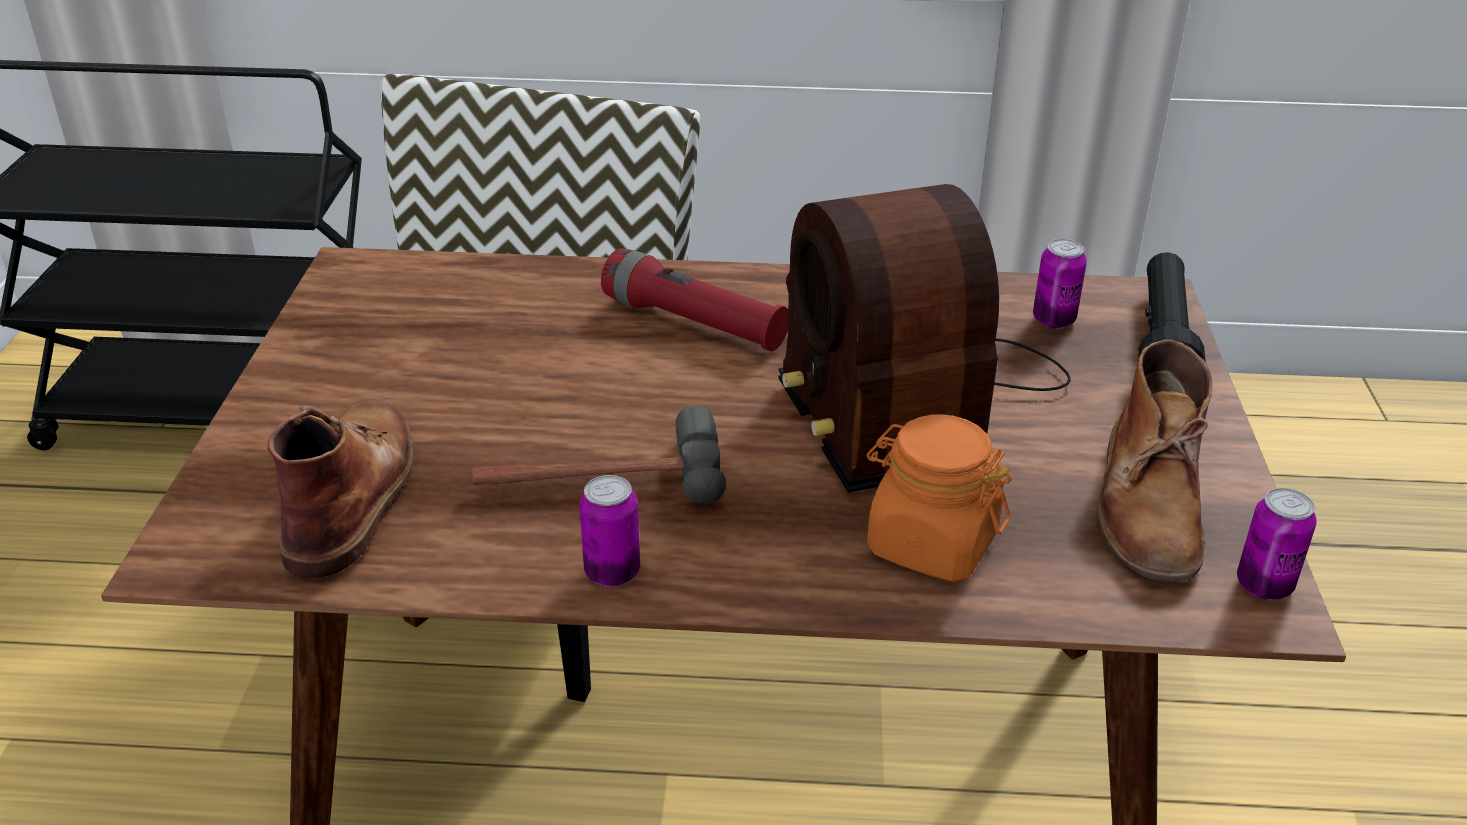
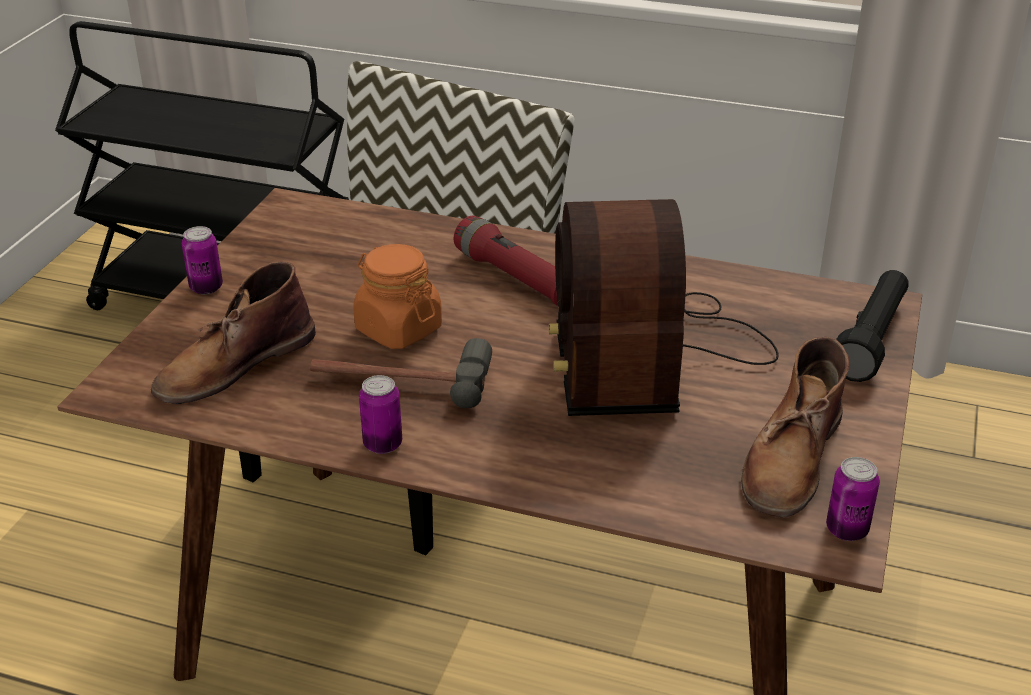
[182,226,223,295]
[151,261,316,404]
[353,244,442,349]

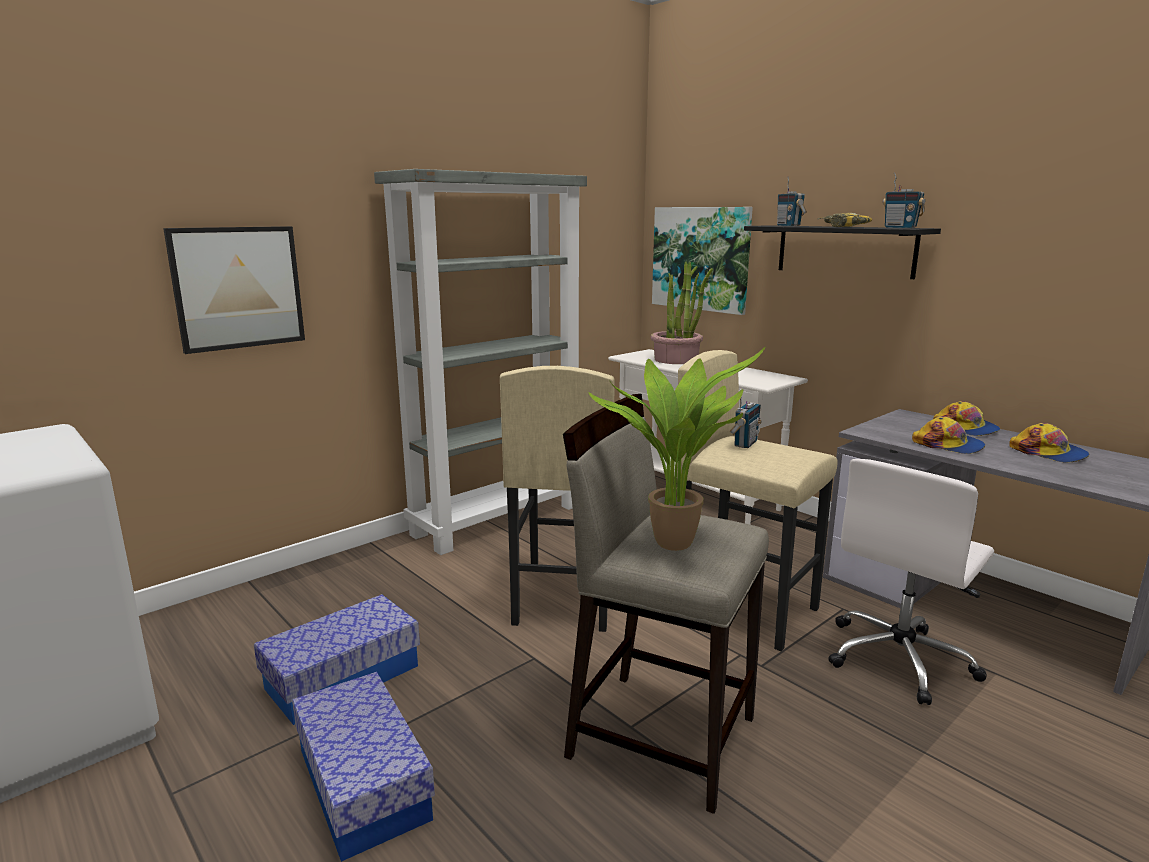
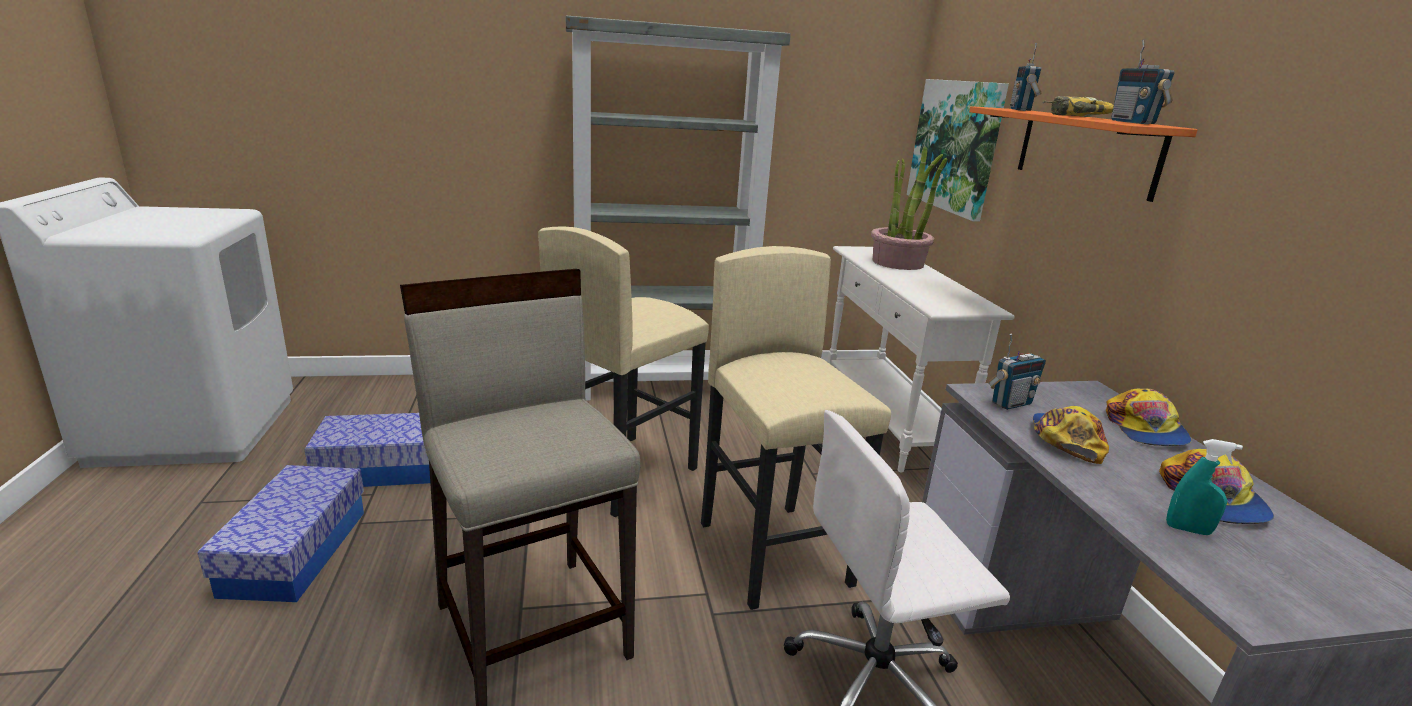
[969,106,1198,202]
[163,226,305,354] (first image)
[588,346,766,551] (first image)
[988,333,1046,410]
[1033,406,1109,464]
[1166,439,1243,535]

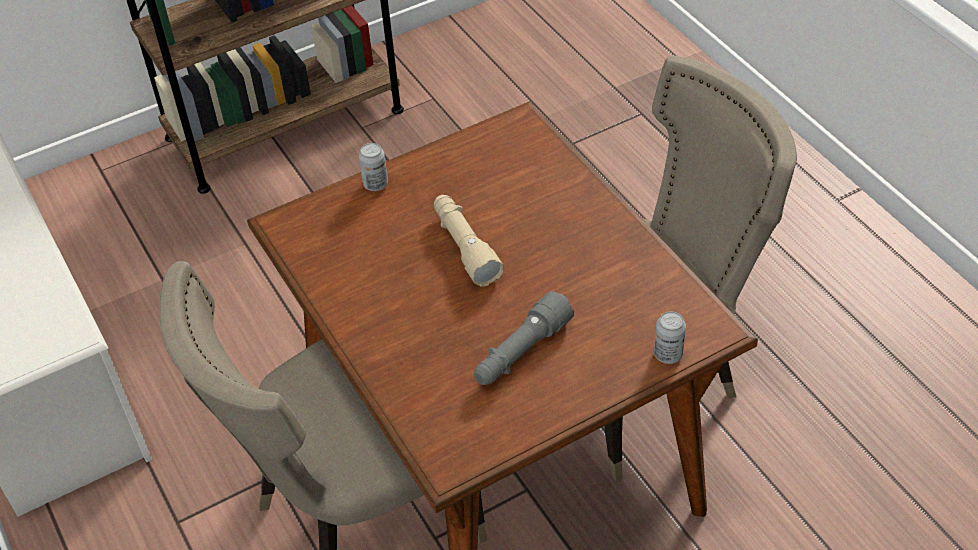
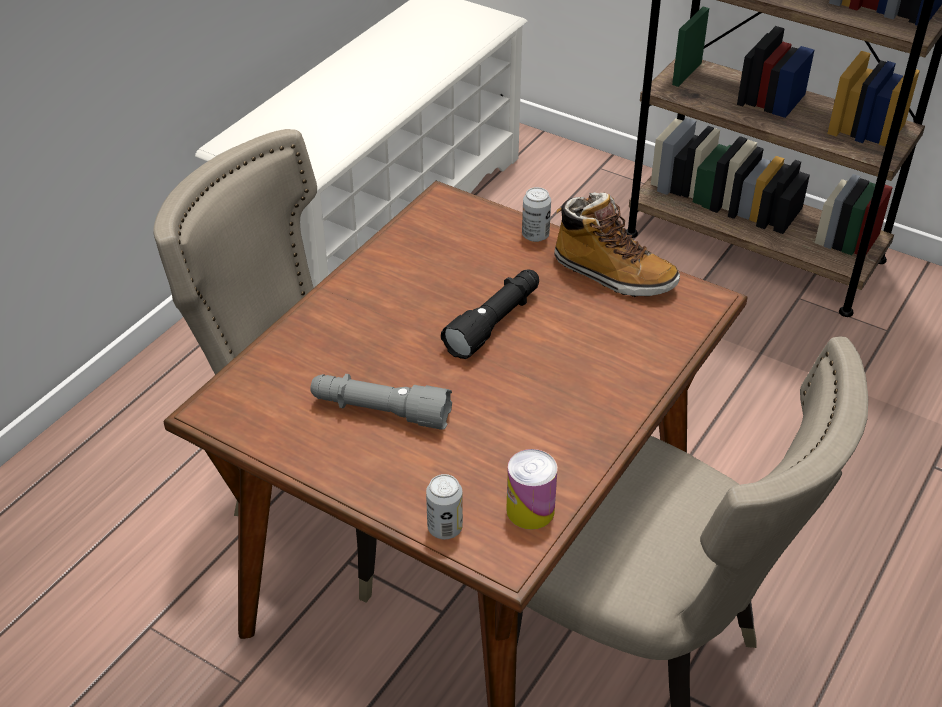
[441,269,539,359]
[554,192,680,297]
[506,449,558,530]

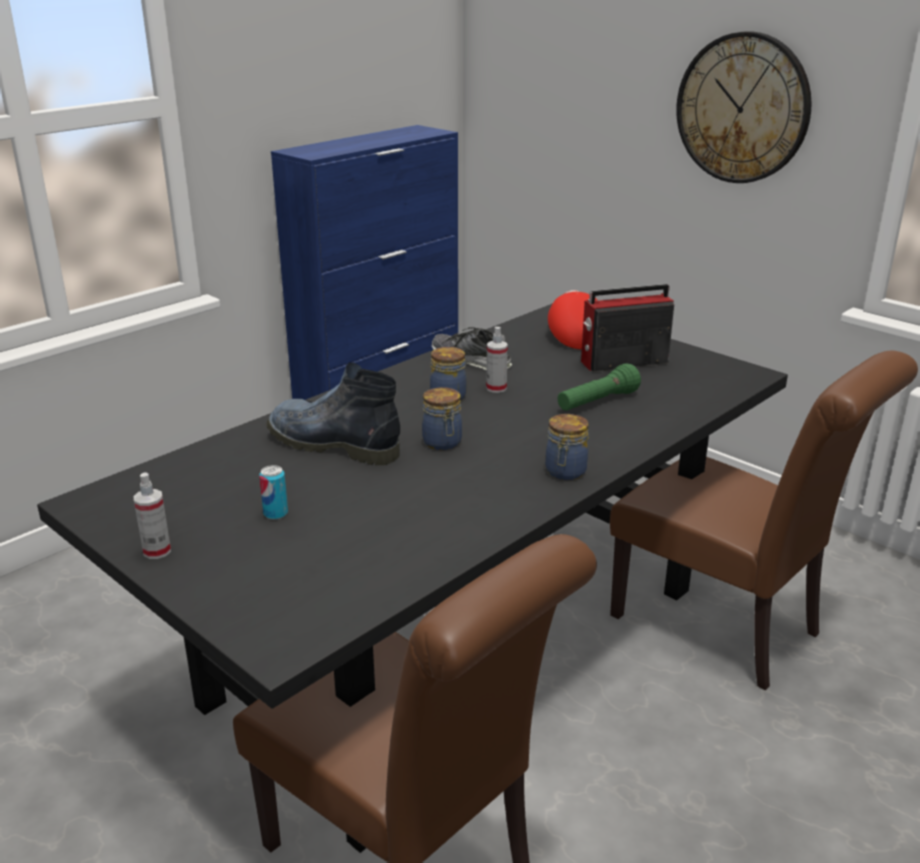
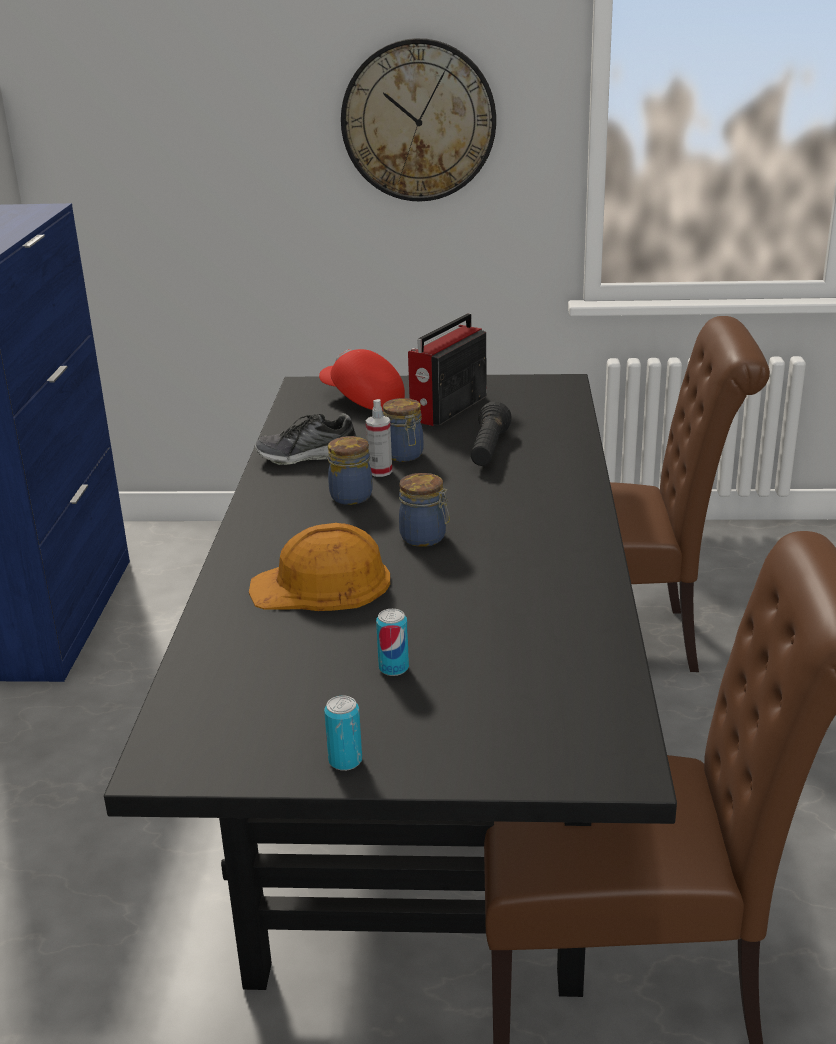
[249,523,390,611]
[471,402,512,466]
[383,398,423,462]
[324,696,362,771]

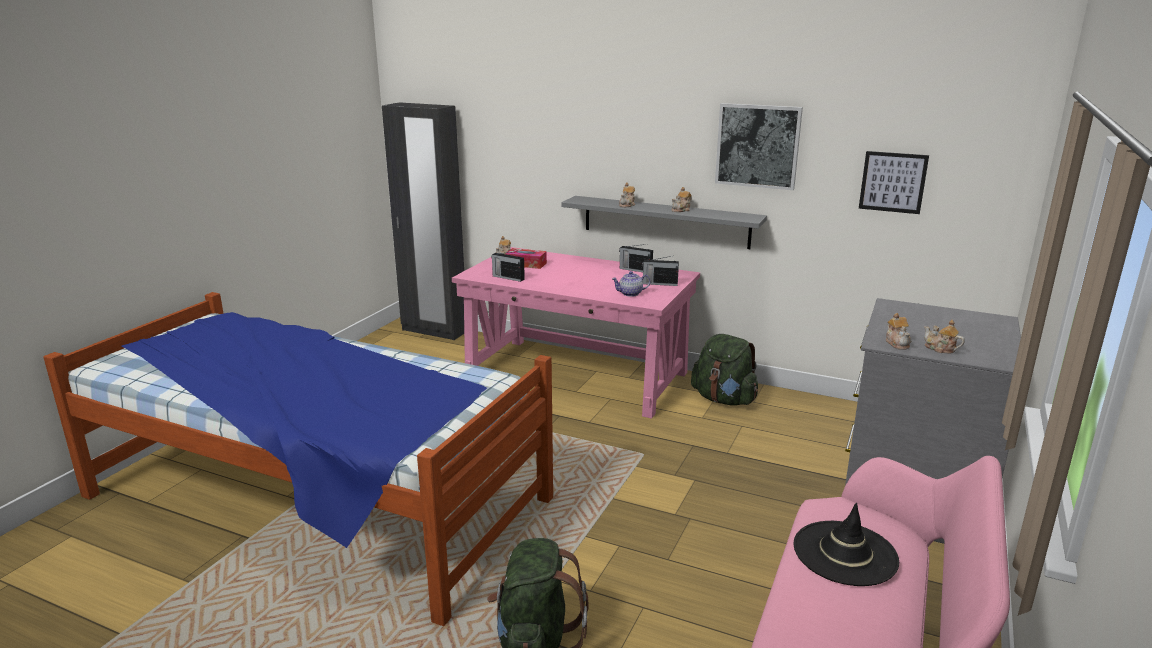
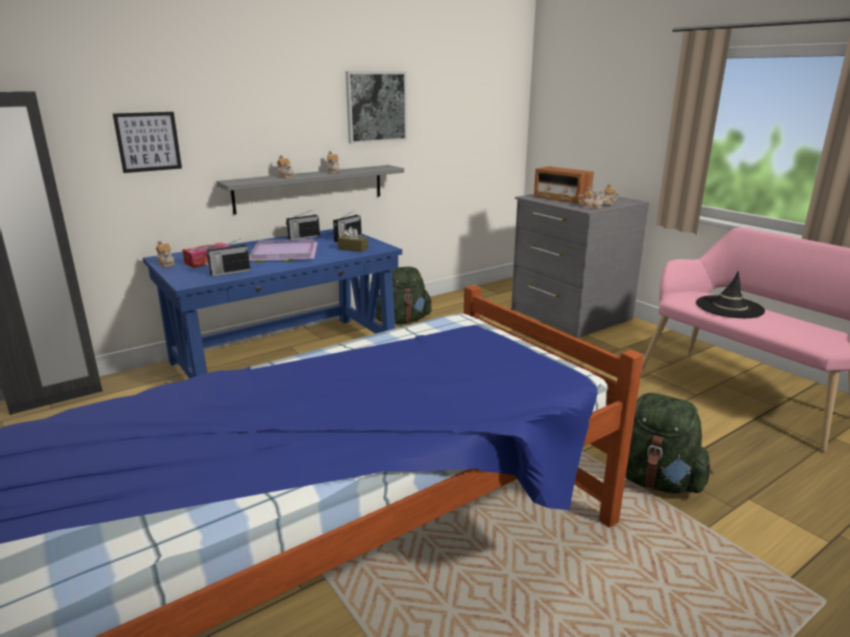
[113,112,182,173]
[143,229,402,379]
[337,227,368,252]
[534,166,594,204]
[249,239,318,262]

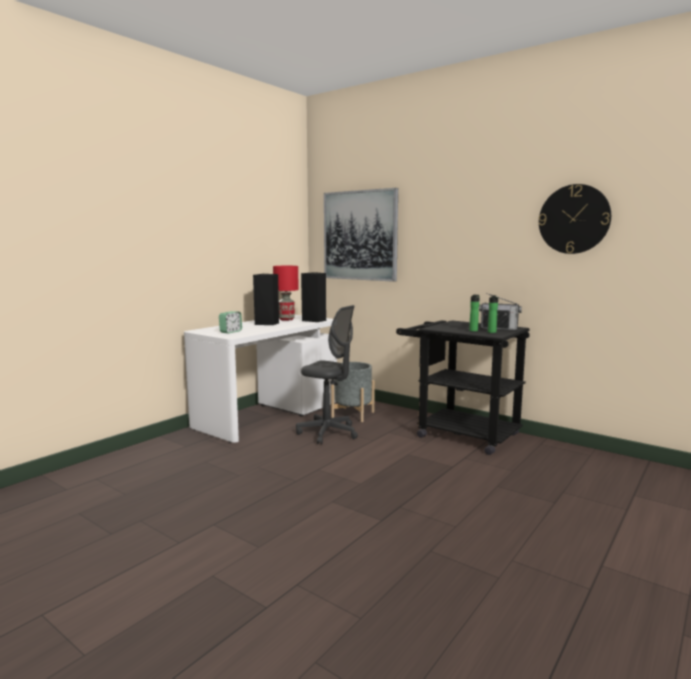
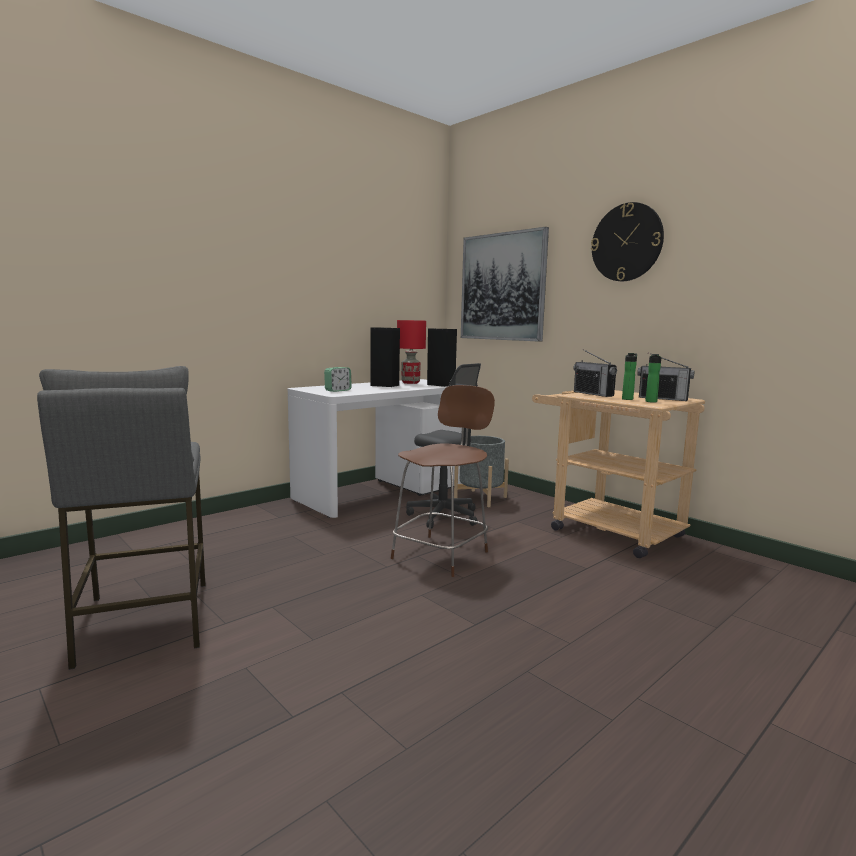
[591,202,664,281]
[532,390,705,558]
[573,349,617,397]
[37,366,206,670]
[391,385,495,577]

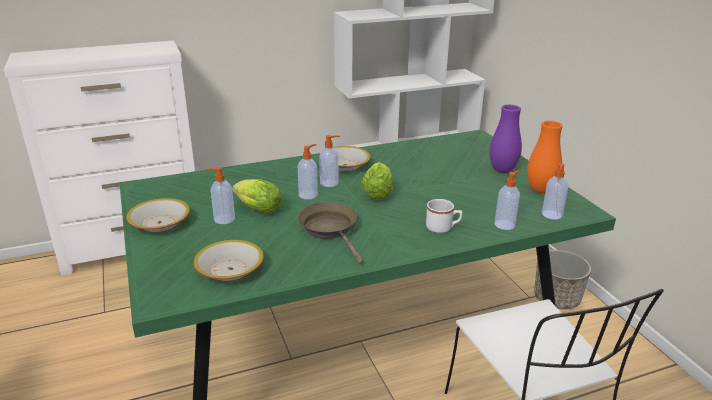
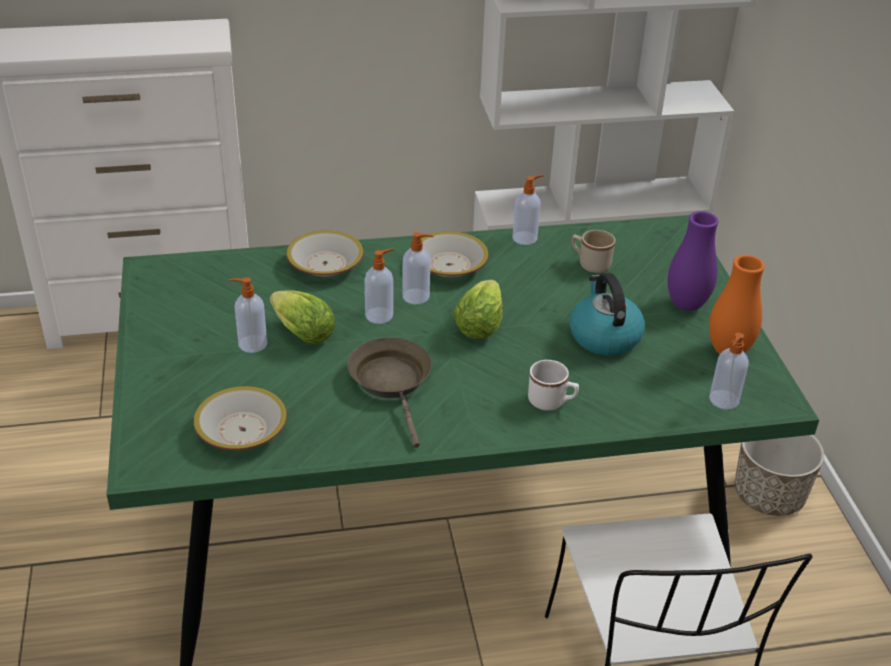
[512,175,544,245]
[287,230,364,277]
[572,230,616,273]
[569,273,645,356]

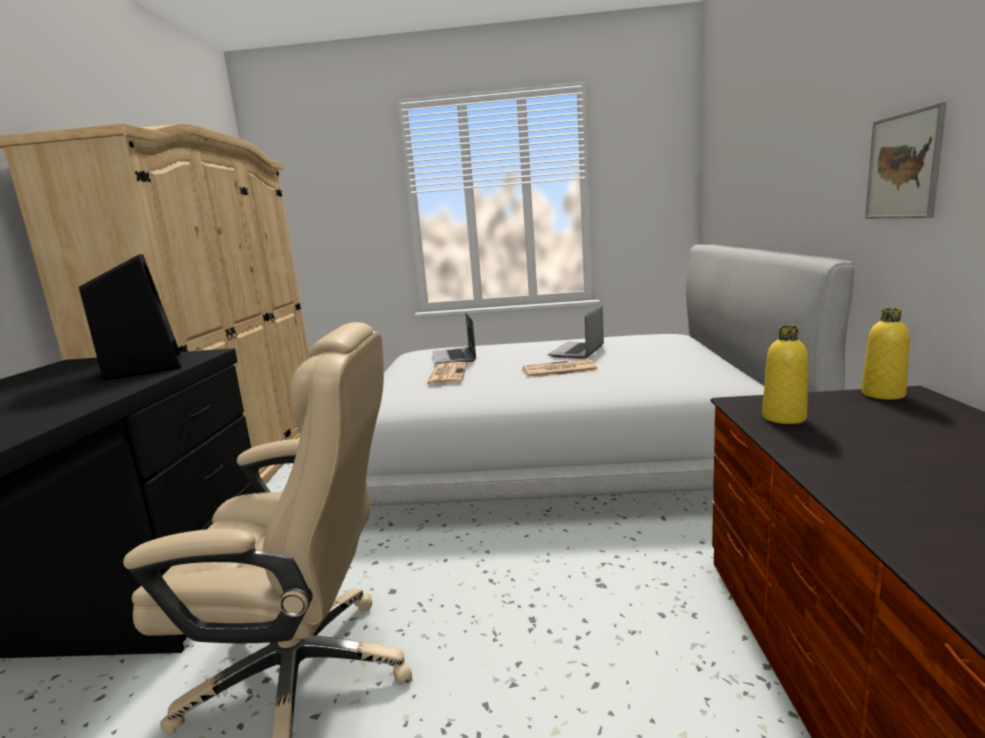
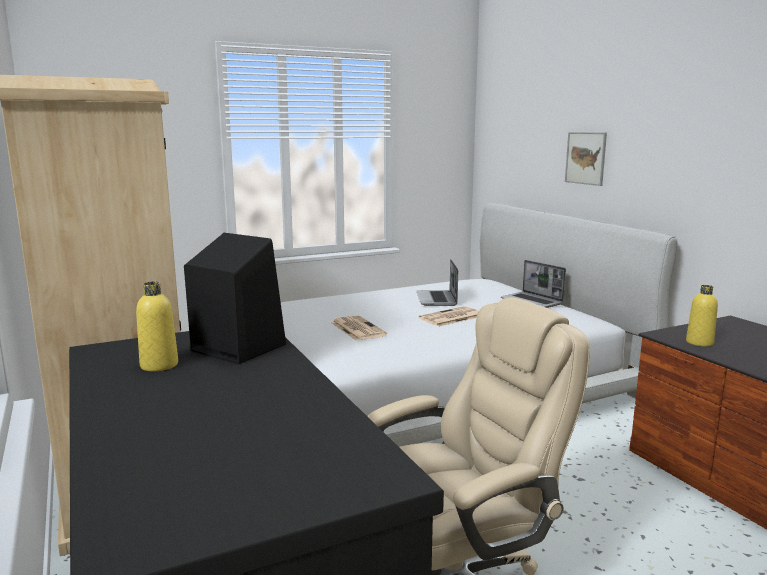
[565,132,607,186]
[136,282,178,371]
[501,260,566,308]

